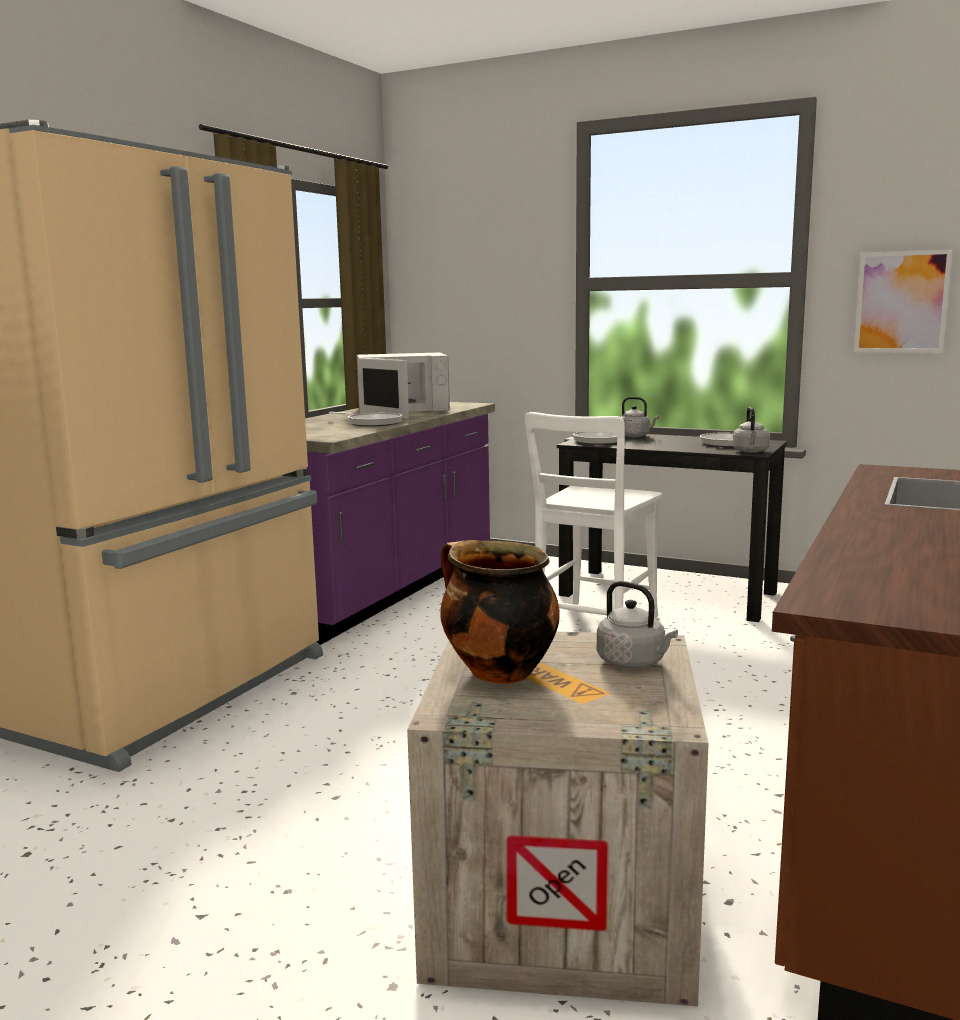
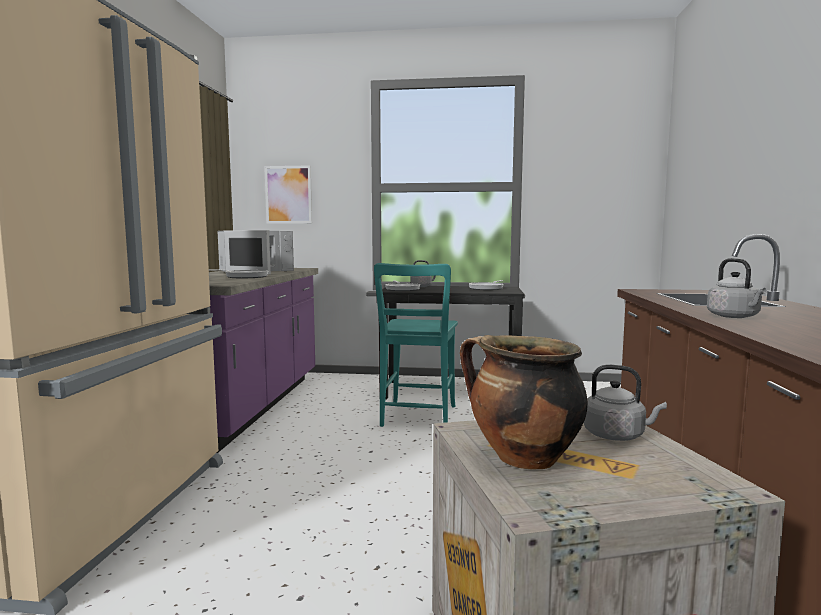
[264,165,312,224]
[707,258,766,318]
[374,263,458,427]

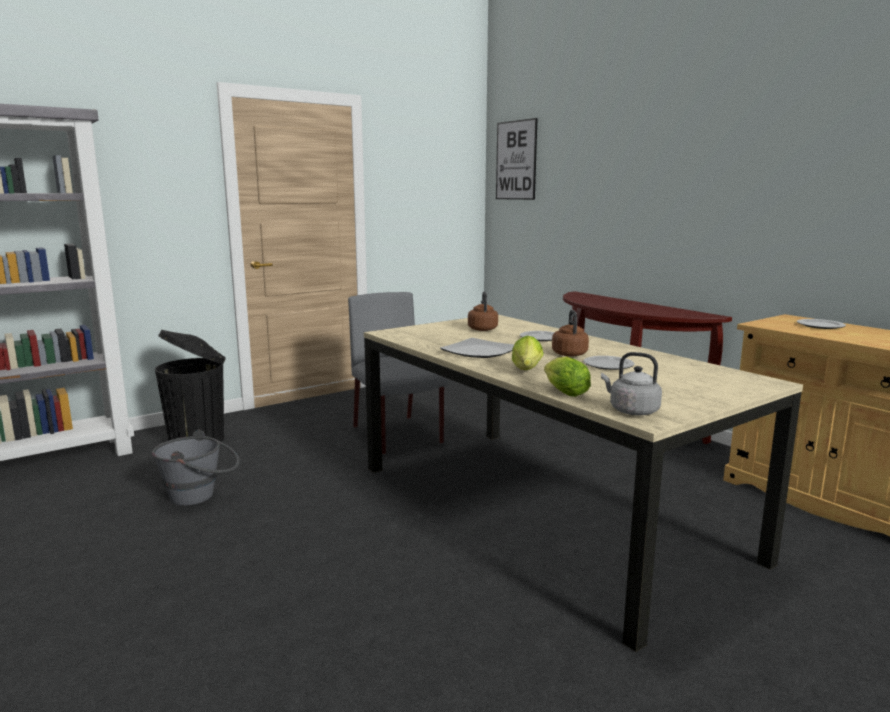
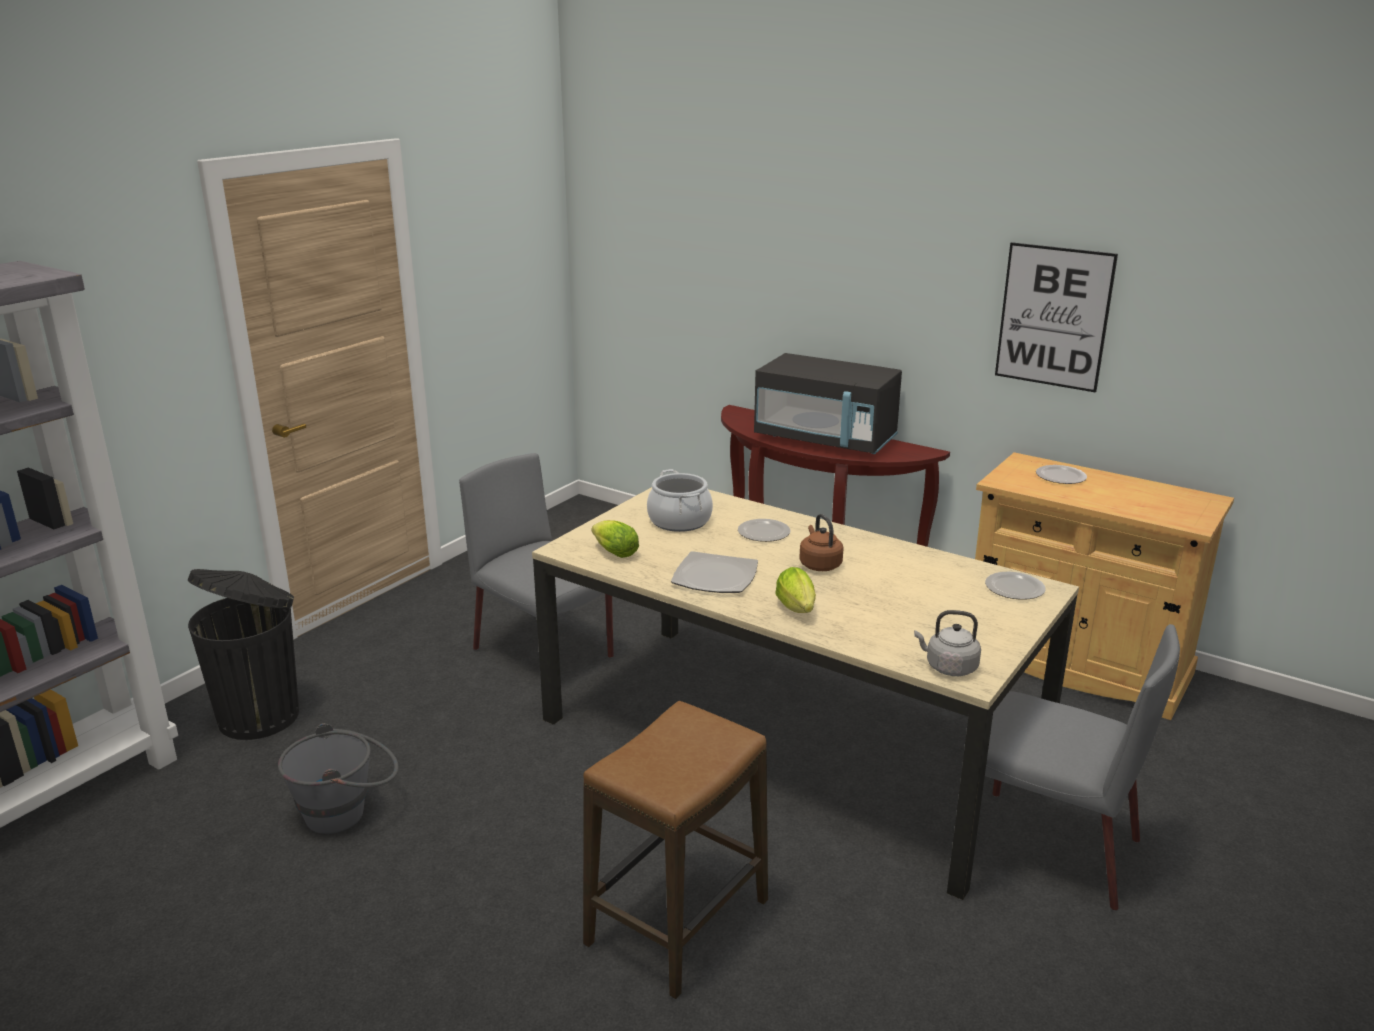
[995,242,1118,393]
[647,469,713,532]
[985,572,1046,600]
[591,520,639,558]
[754,353,902,454]
[985,624,1180,911]
[583,701,768,999]

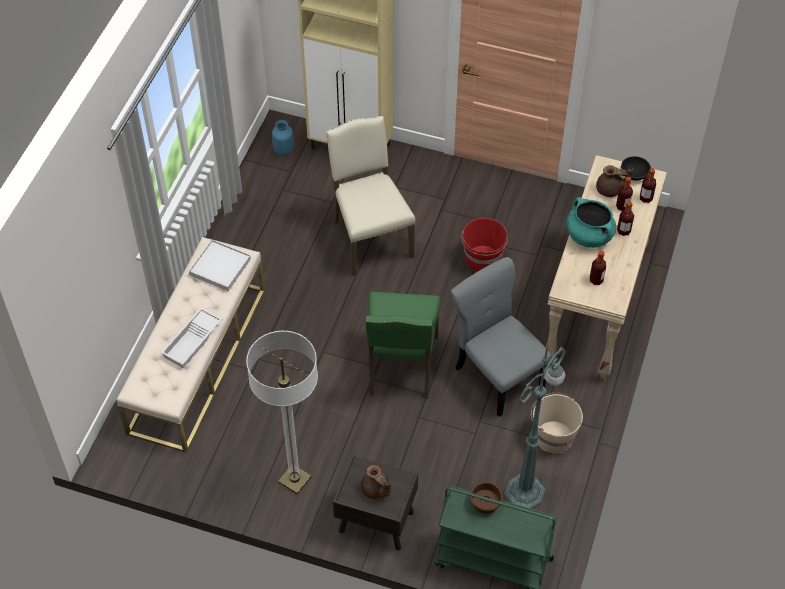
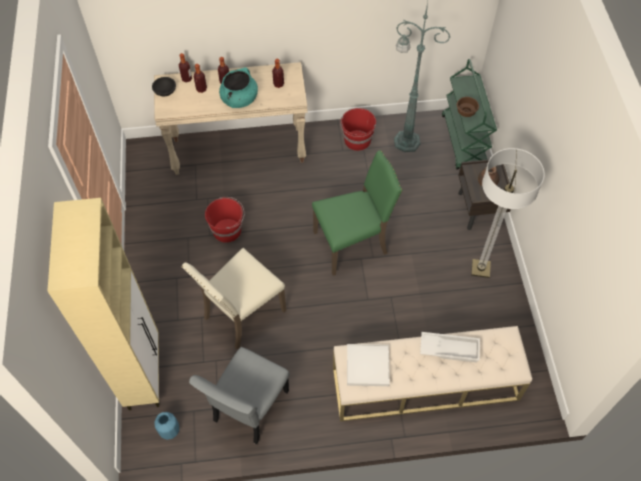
[596,165,633,197] (first image)
[189,347,290,444]
[340,108,376,151]

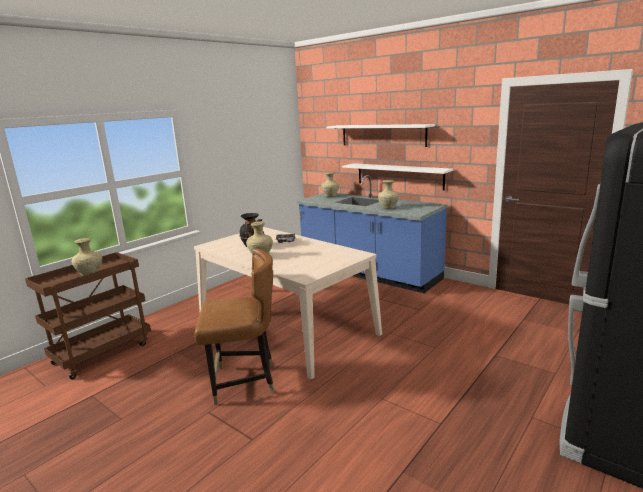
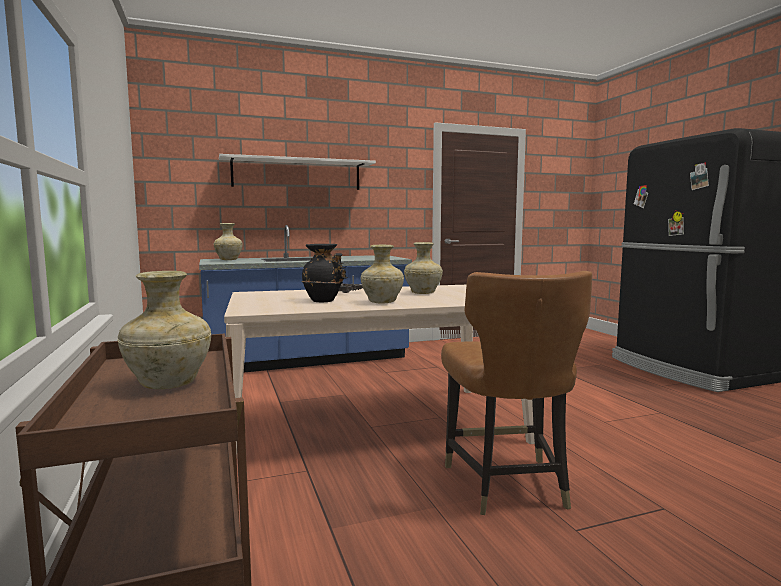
[342,163,453,190] (first image)
[404,242,443,294]
[441,271,593,515]

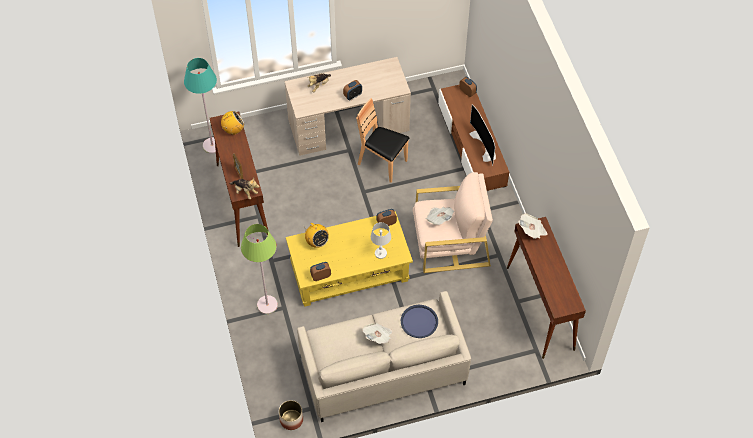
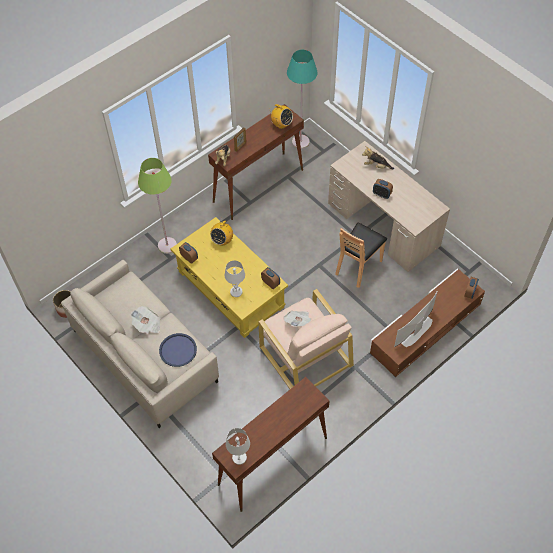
[335,222,387,288]
[518,213,548,239] (first image)
[226,428,250,465]

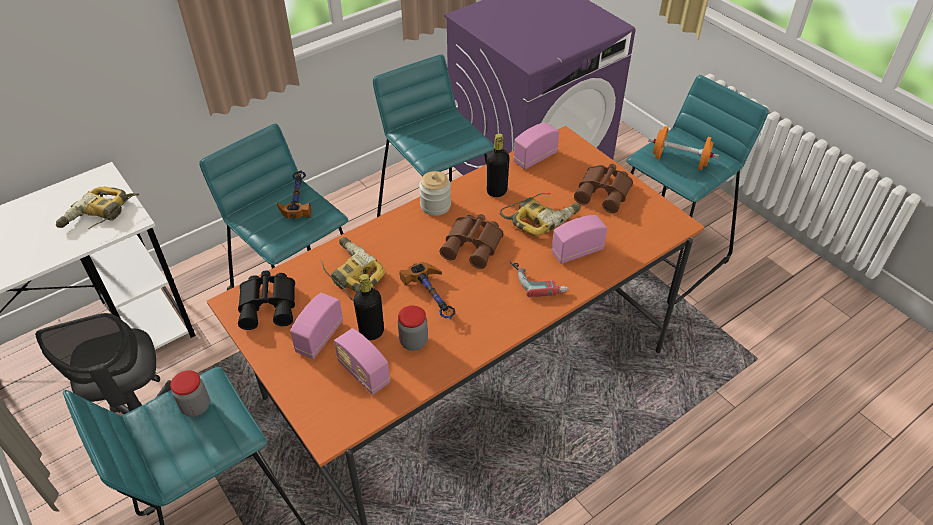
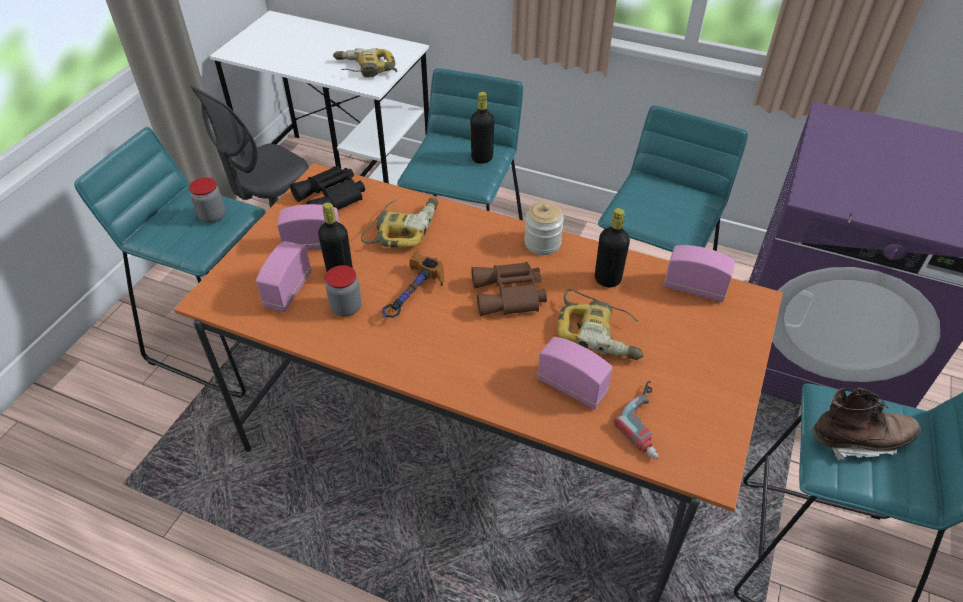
[812,388,921,460]
[574,164,633,213] (first image)
[470,92,494,164]
[613,381,659,459]

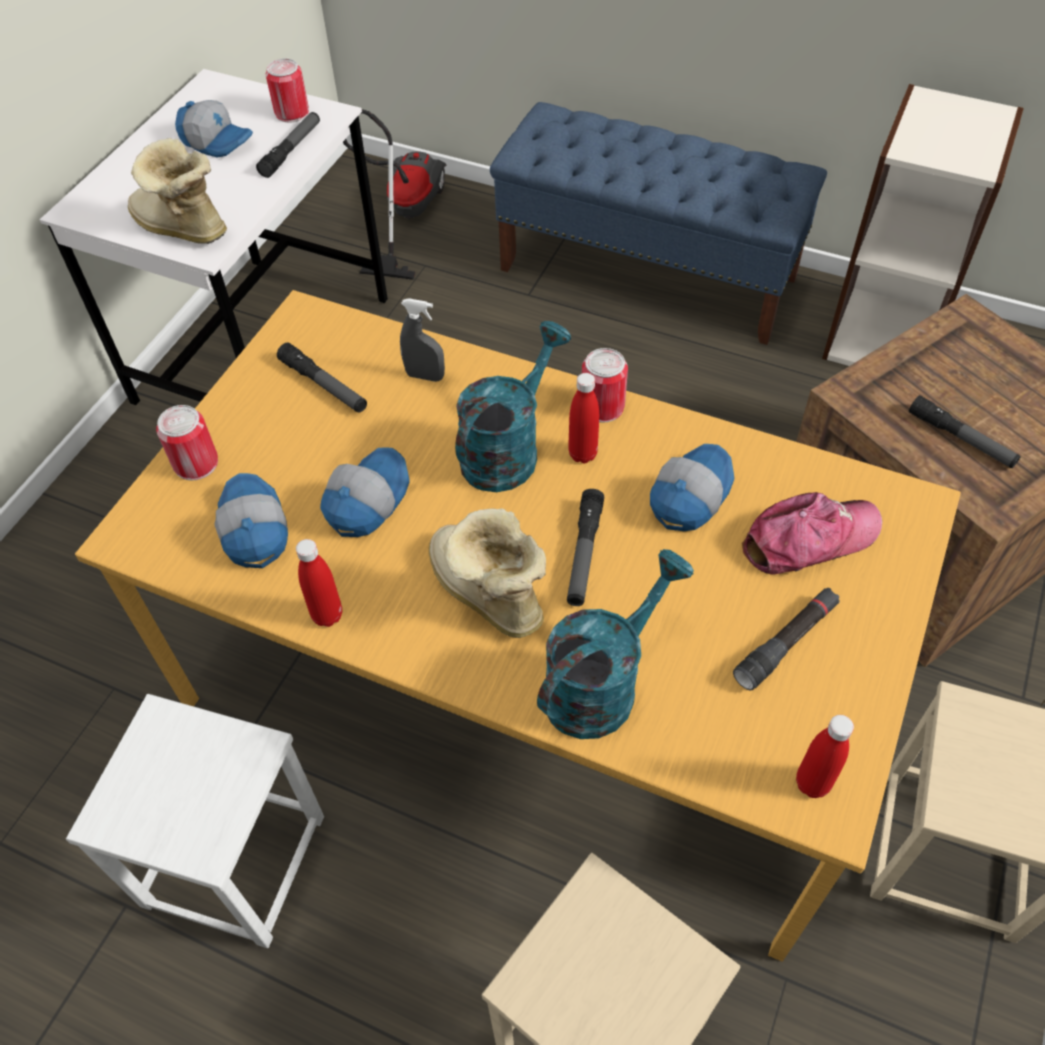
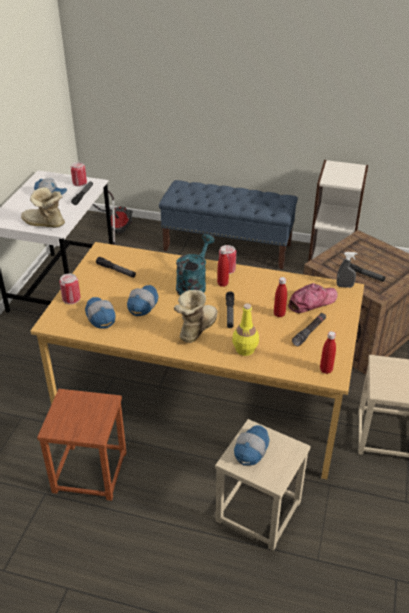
[337,252,357,288]
[234,425,270,466]
[174,290,218,343]
[274,277,287,317]
[232,303,259,356]
[37,389,126,501]

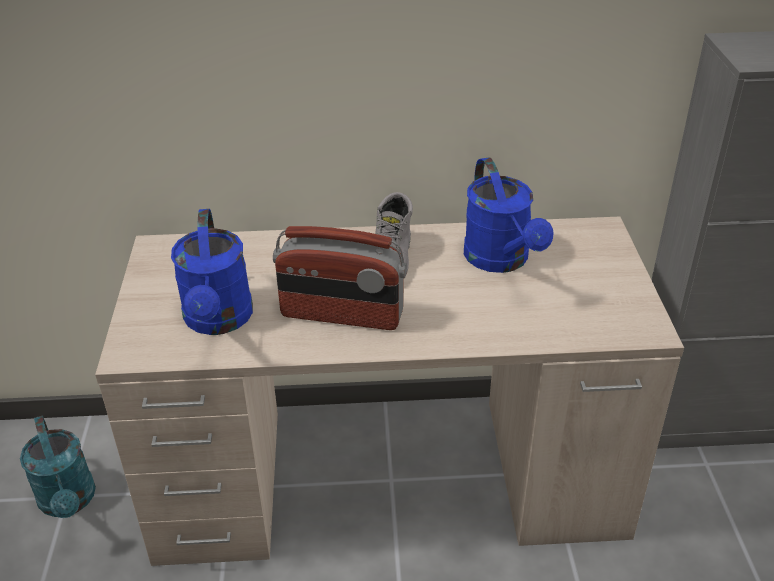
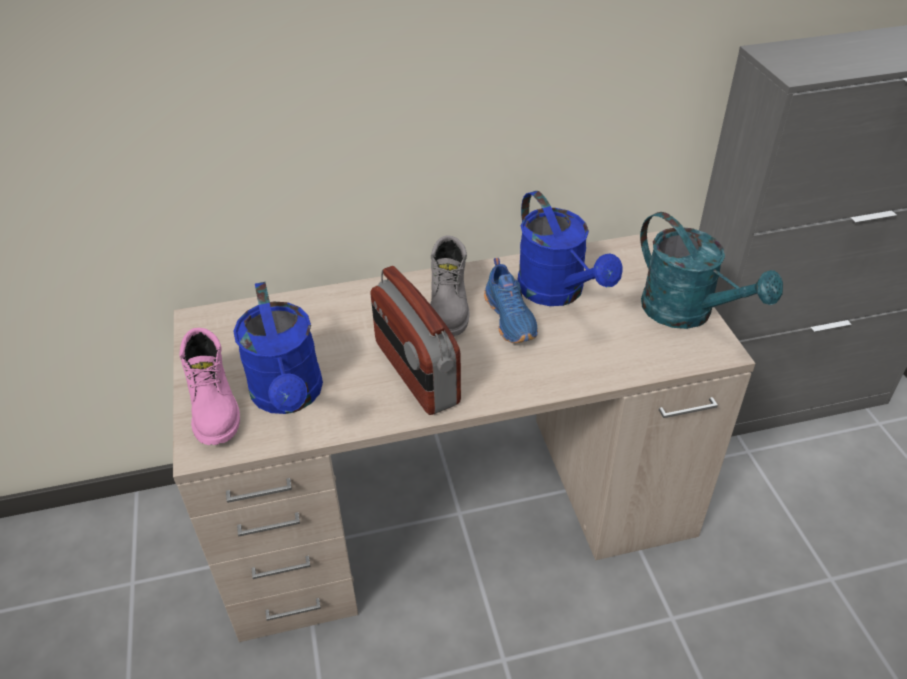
[370,266,461,415]
[640,212,783,329]
[484,258,538,343]
[179,328,240,445]

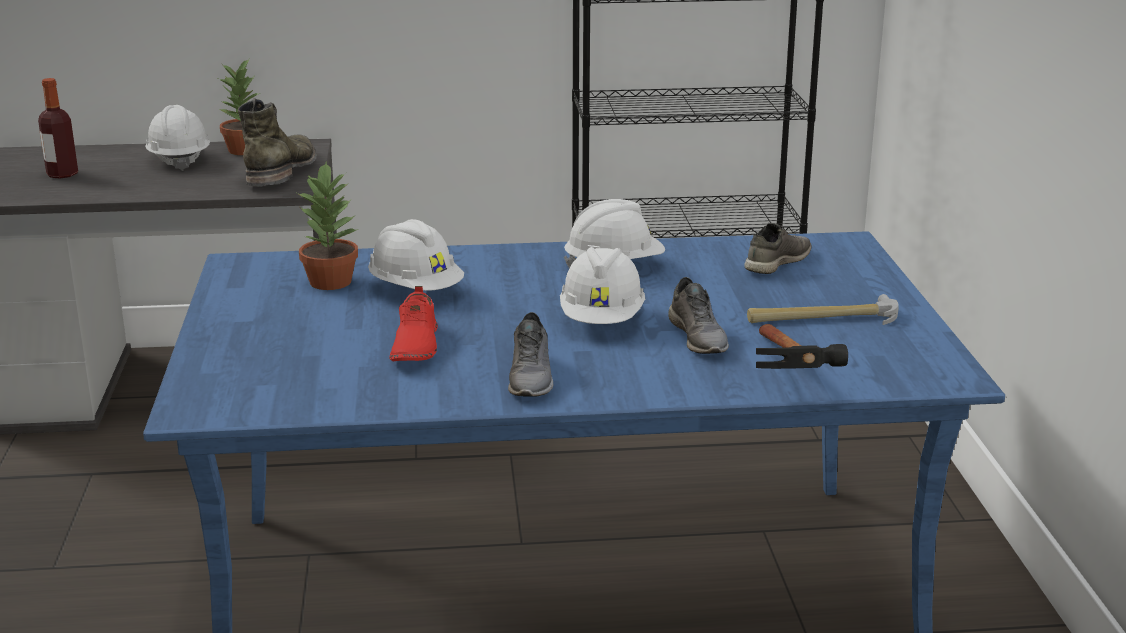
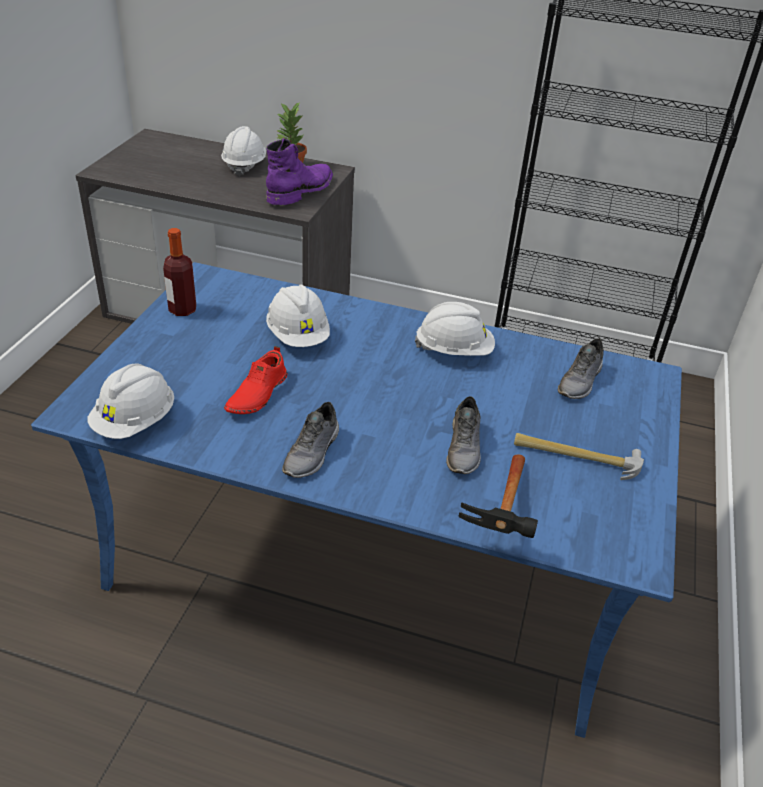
[163,228,196,316]
[266,138,333,205]
[297,162,358,290] (first image)
[558,338,604,399]
[87,364,174,439]

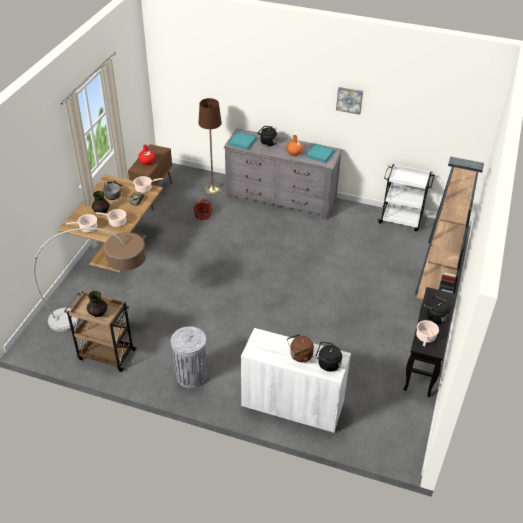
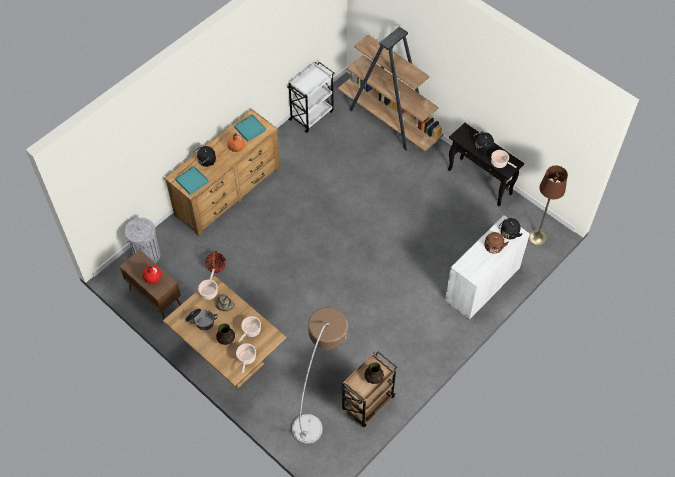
[336,87,363,115] (first image)
[528,165,568,246]
[164,109,280,236]
[125,218,160,263]

